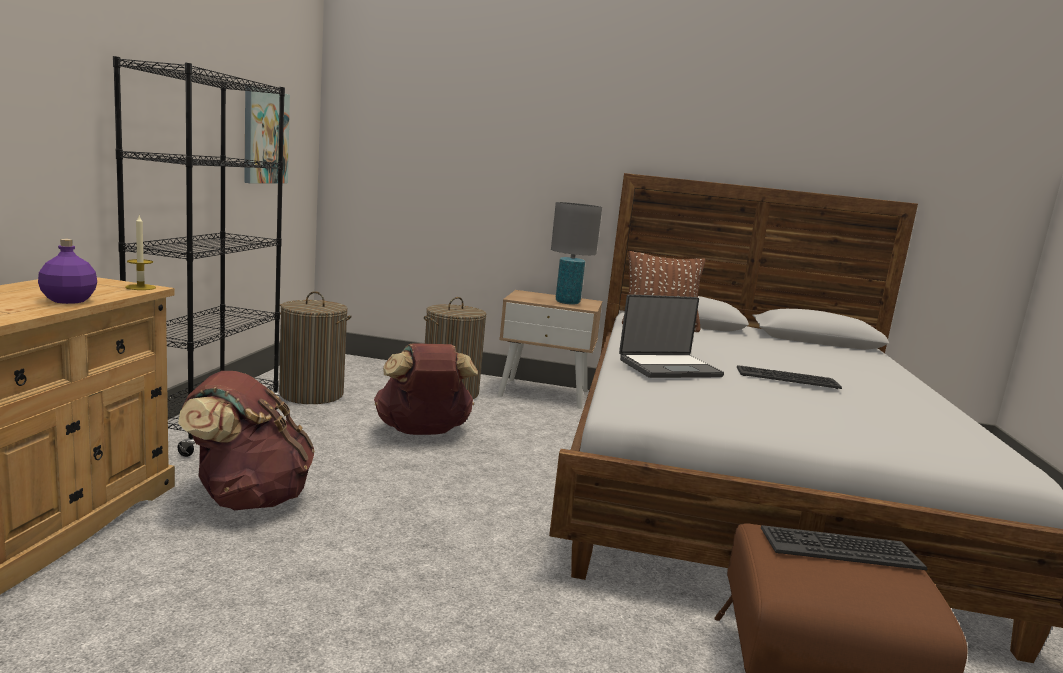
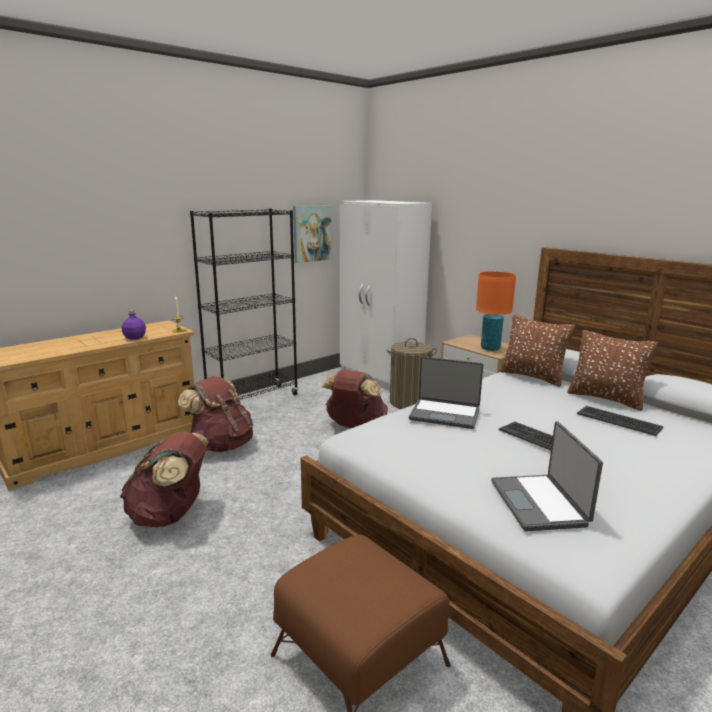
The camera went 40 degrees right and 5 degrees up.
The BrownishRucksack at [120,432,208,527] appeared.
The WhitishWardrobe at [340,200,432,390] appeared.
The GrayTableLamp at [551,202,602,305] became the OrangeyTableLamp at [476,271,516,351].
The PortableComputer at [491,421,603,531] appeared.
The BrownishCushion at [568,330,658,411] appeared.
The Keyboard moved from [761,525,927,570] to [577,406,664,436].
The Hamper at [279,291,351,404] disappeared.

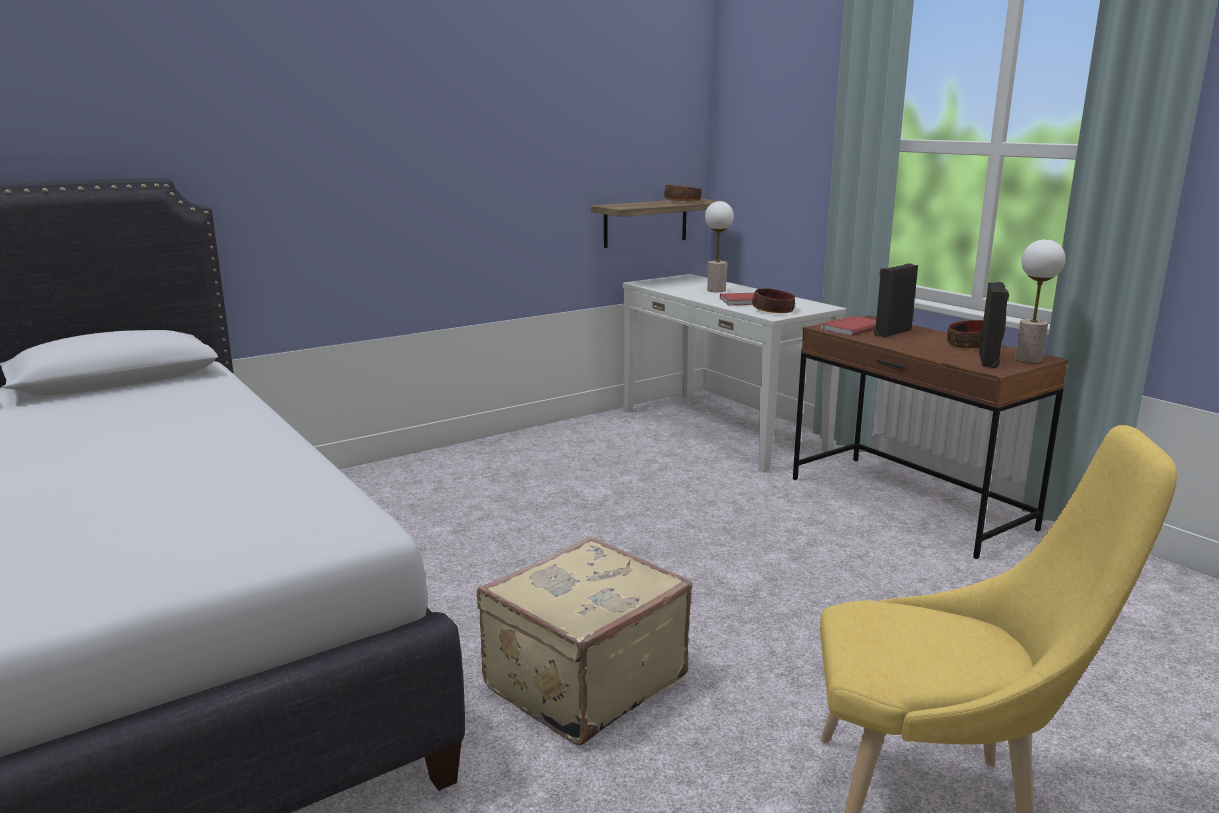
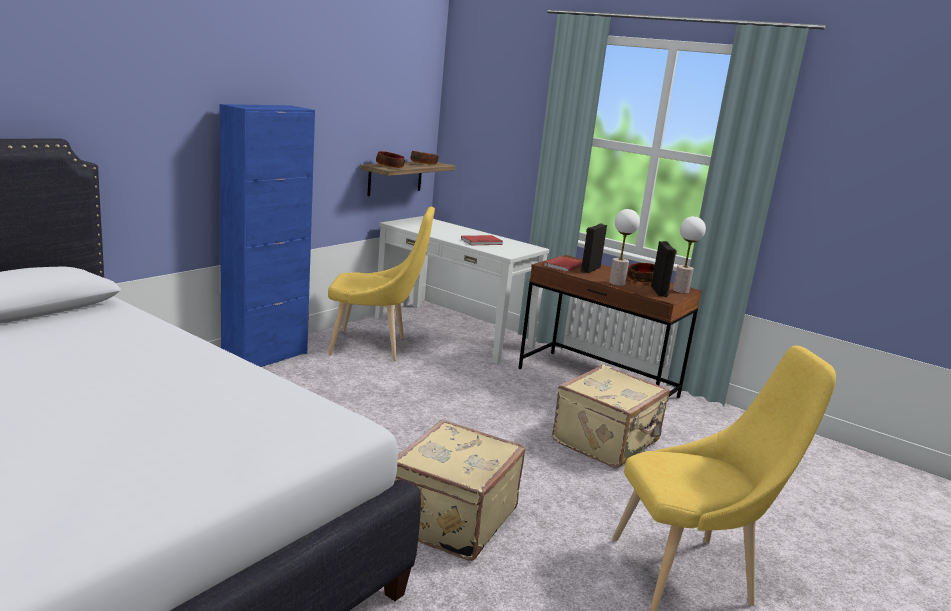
The camera went 20 degrees left and 0 degrees up.
The BluishCabinet at [220,104,315,367] appeared.
The YellowUprightChair at [328,207,435,361] appeared.
The Bowl moved from [752,288,795,313] to [376,151,405,168].
The BeigeColouredPieceOfLuggage at [552,364,669,468] appeared.
The TableLamp moved from [705,201,734,292] to [609,209,640,286].

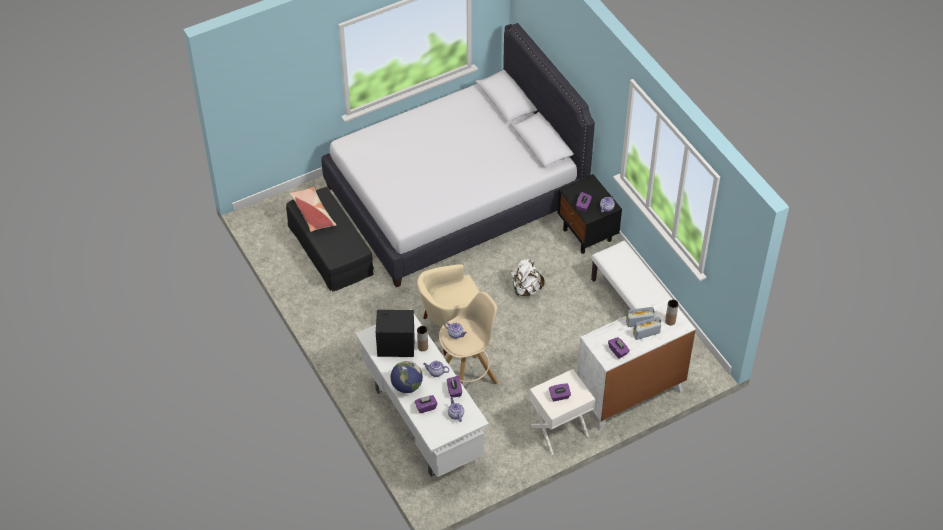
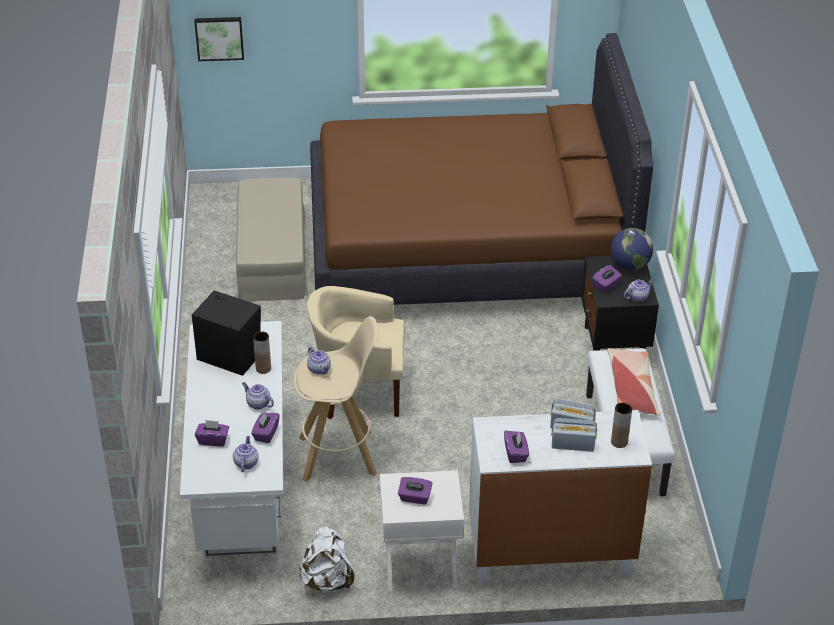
The camera went 25 degrees right and 10 degrees down.
The WallArt at [194,17,244,61] appeared.
The BlackishFootrest at [286,187,375,291] became the BeigeColouredFootrest at [236,178,308,301].
The WhitishRucksack moved from [511,259,545,296] to [299,526,354,593].
The WhitishBed at [322,23,595,287] became the BrownishBed at [310,33,653,305].
The Cushion moved from [290,187,336,232] to [607,348,661,415].
The Globe moved from [391,361,423,393] to [611,228,653,270].

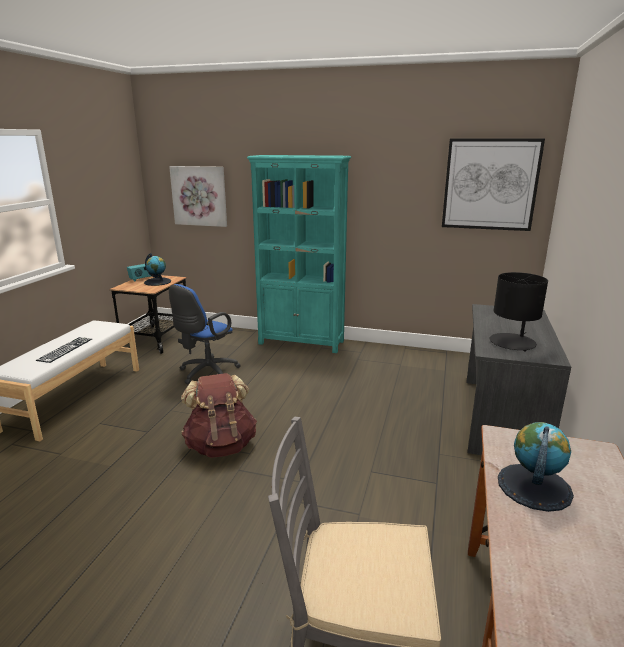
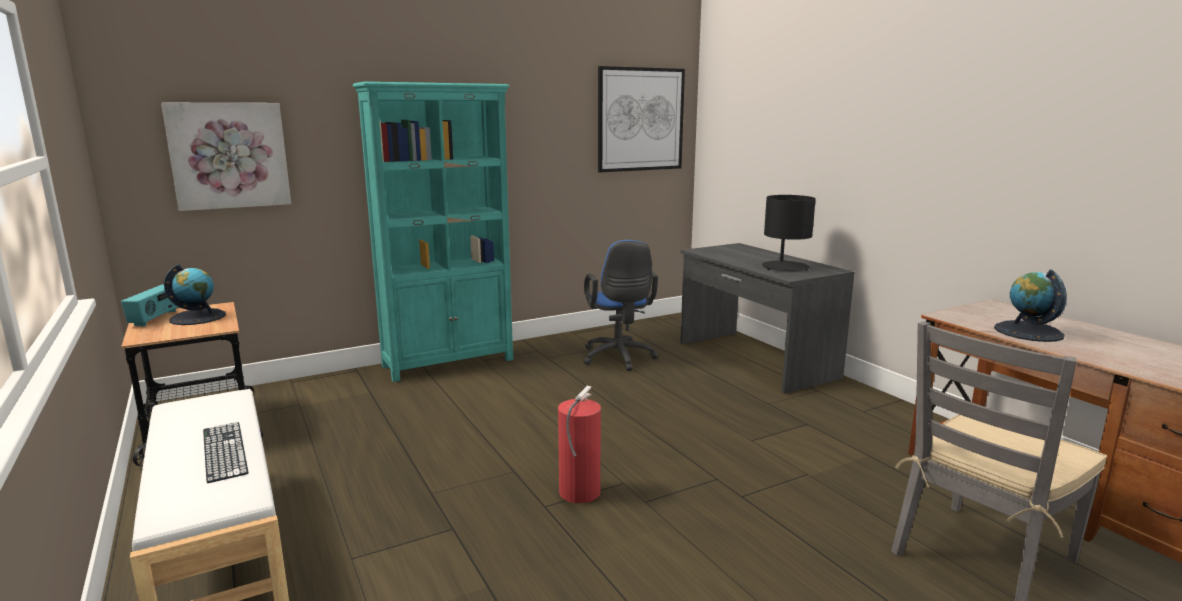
The camera went 45 degrees left and 5 degrees down.
The BrownishRucksack at [181,373,257,458] was replaced by the FireFightingCylinder at [558,386,601,503].
The BluishDeskChair moved from [169,284,241,385] to [583,240,658,371].

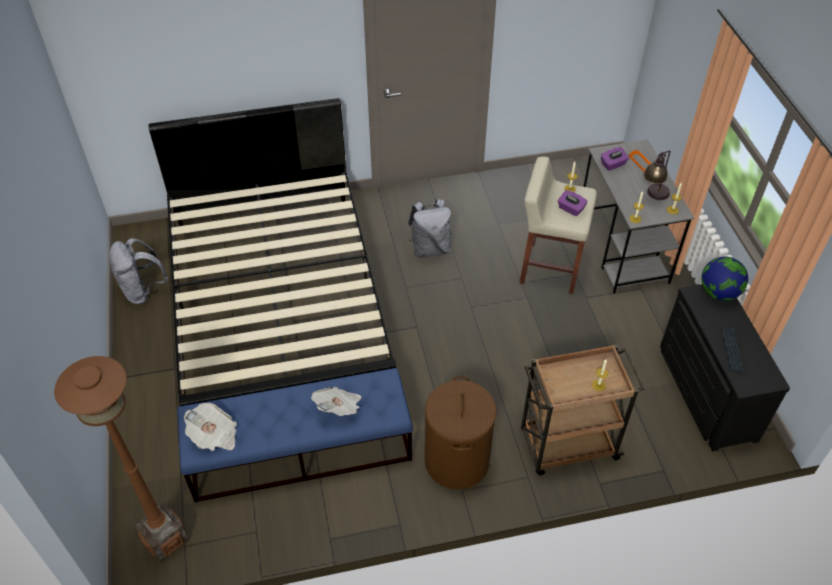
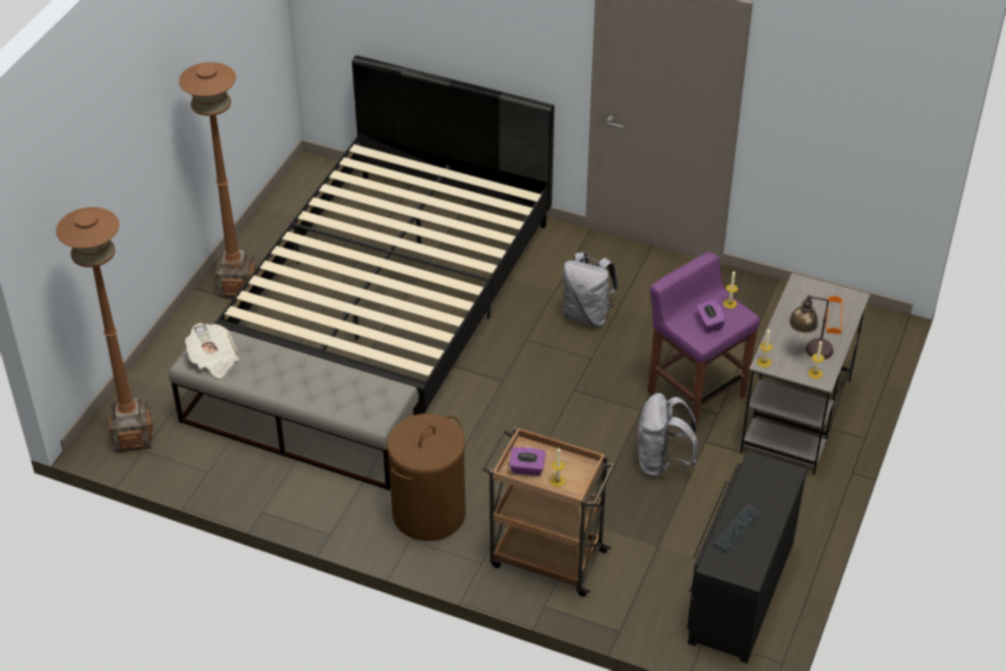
The camera went 35 degrees right and 5 degrees down.
The BluishIndoorBench at [177,368,413,502] became the GrayIndoorBench at [169,323,419,490].
The BrownishFloorLamp at [179,62,255,298] appeared.
The PurpleColouredTissueBox moved from [601,147,629,171] to [509,447,546,476].
The GrayRucksack moved from [109,238,168,304] to [638,393,698,477].
The BeigeColouredStoolSeat at [520,157,597,294] became the PurpleColouredStoolSeat at [648,252,760,426].
The DailyPaper at [311,387,361,416] disappeared.
The Globe at [701,256,748,301] disappeared.

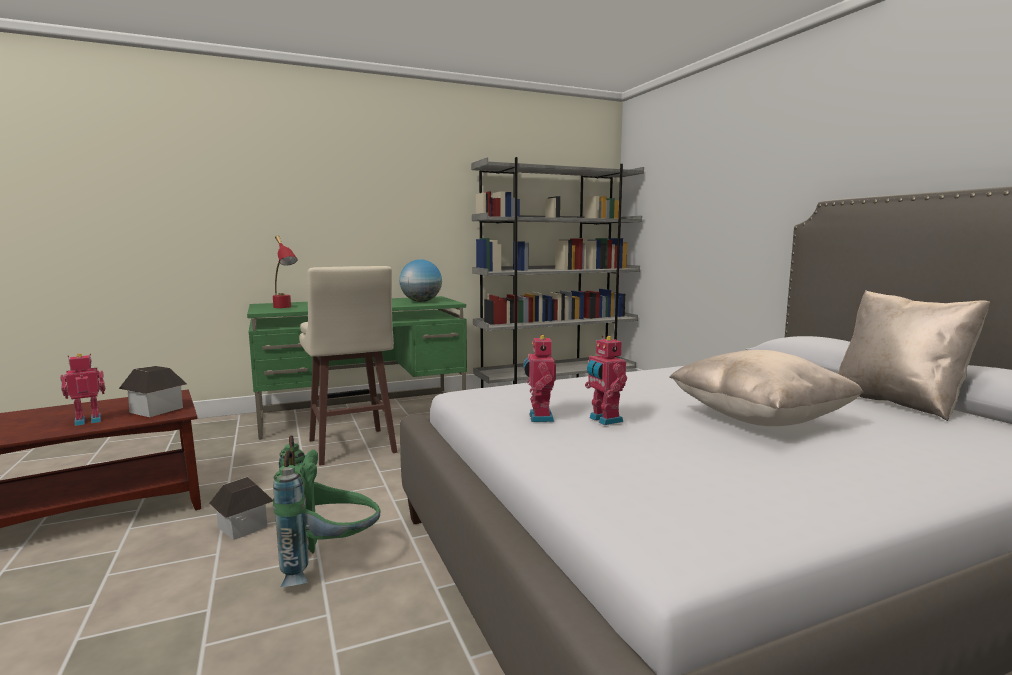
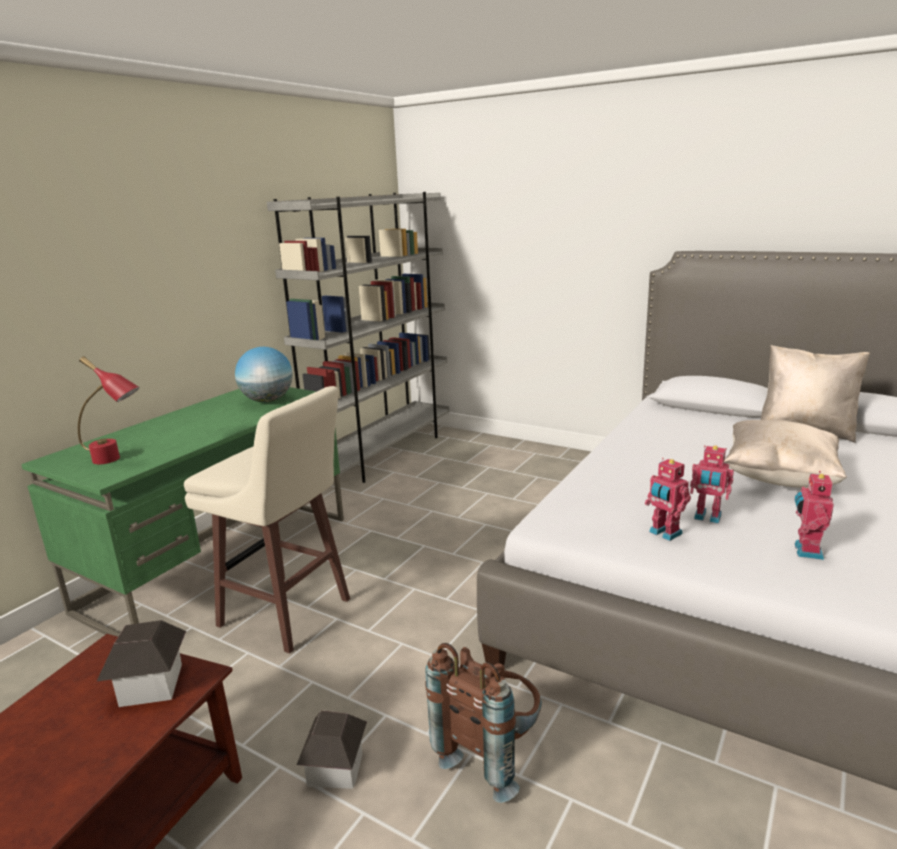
The camera went 35 degrees left and 10 degrees up.
The GreenRucksack at [273,435,381,587] became the BrownishRucksack at [425,643,542,803].
The ModelRobot moved from [60,353,105,426] to [795,471,834,560].

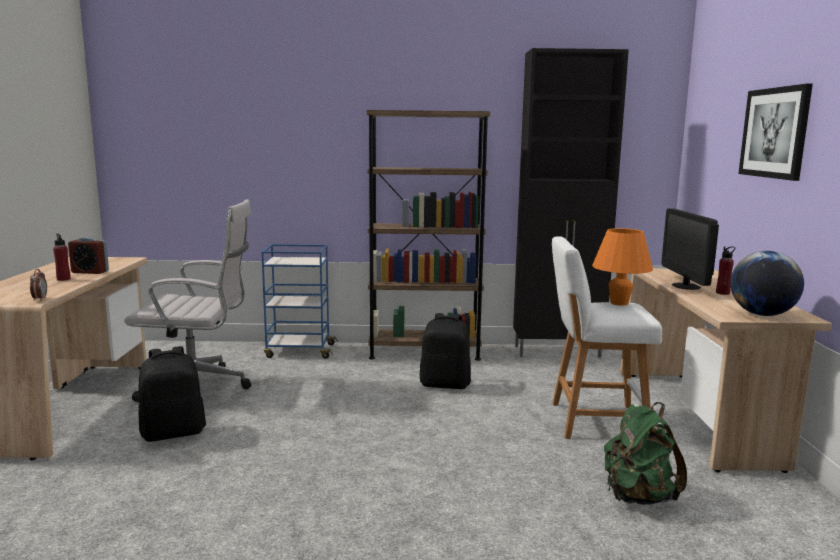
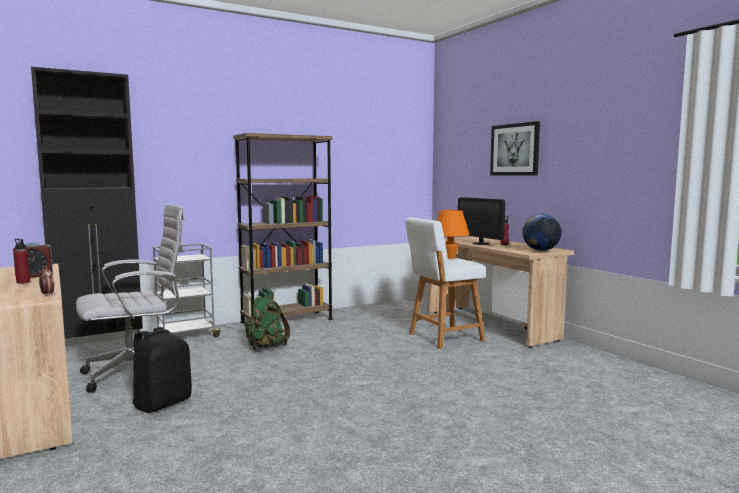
The camera went 30 degrees left and 5 degrees down.
The BlackishCabinet moved from [513,48,629,358] to [31,67,143,339].
The BluishTrolley at [261,244,338,359] became the GrayTrolley at [153,244,222,337].
The GreenRucksack moved from [604,402,687,505] to [245,292,290,350].
The BlackishRucksack at [420,313,471,389] disappeared.

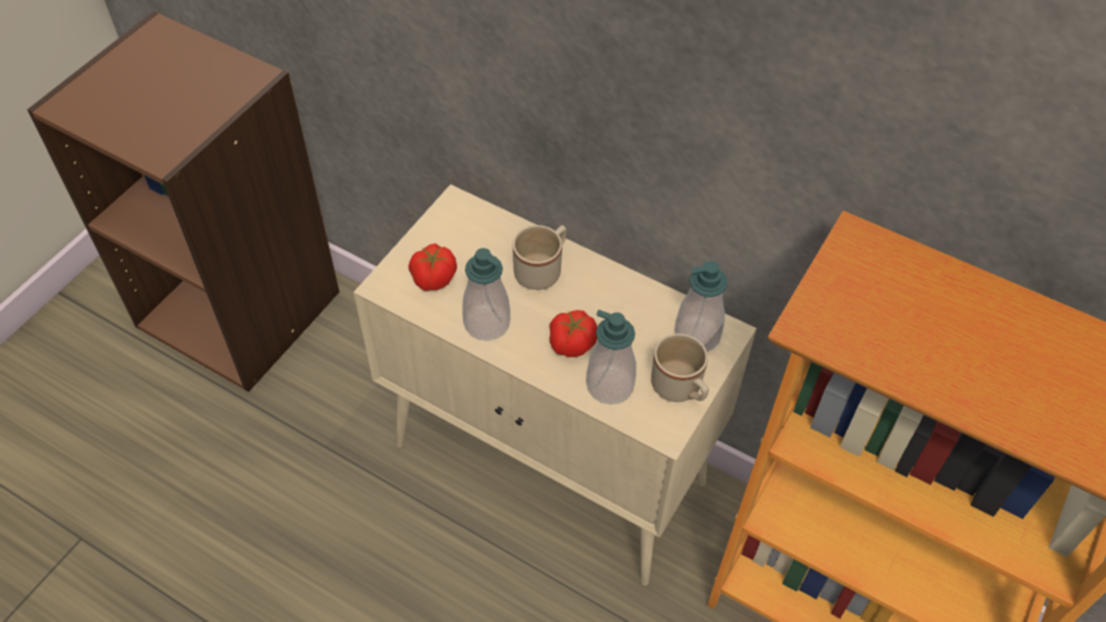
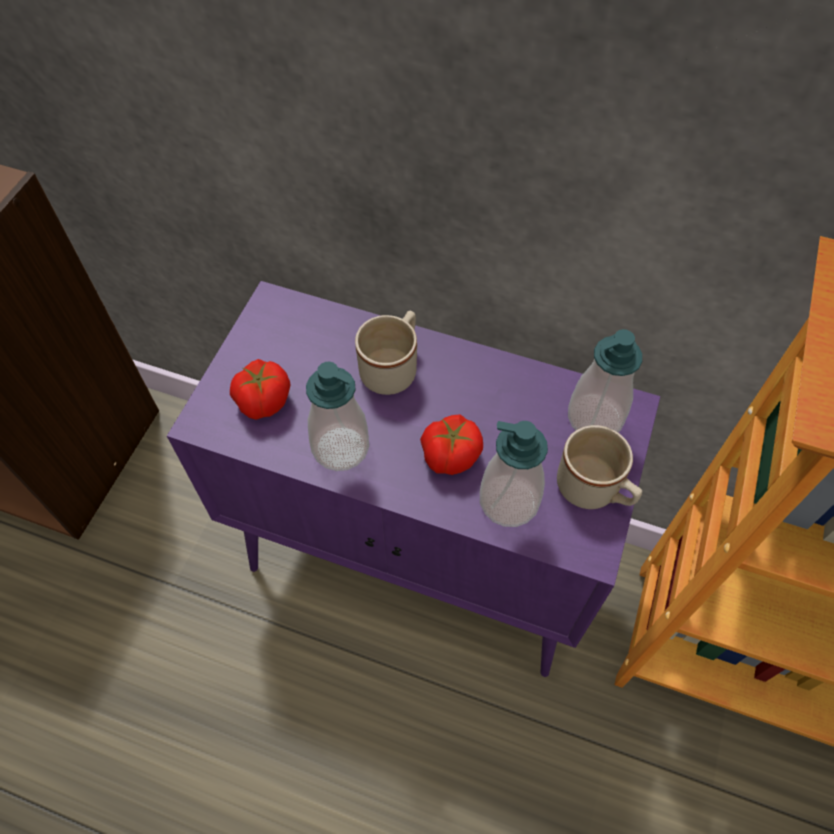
The camera went 10 degrees left and 5 degrees up.
The BeigeColouredCabinet at [354,184,757,586] became the PurpleColouredCabinet at [167,281,660,677].

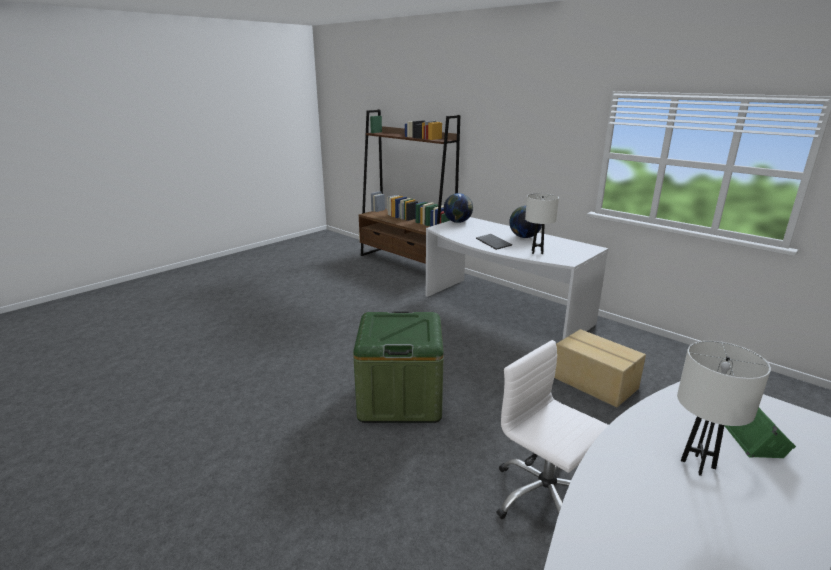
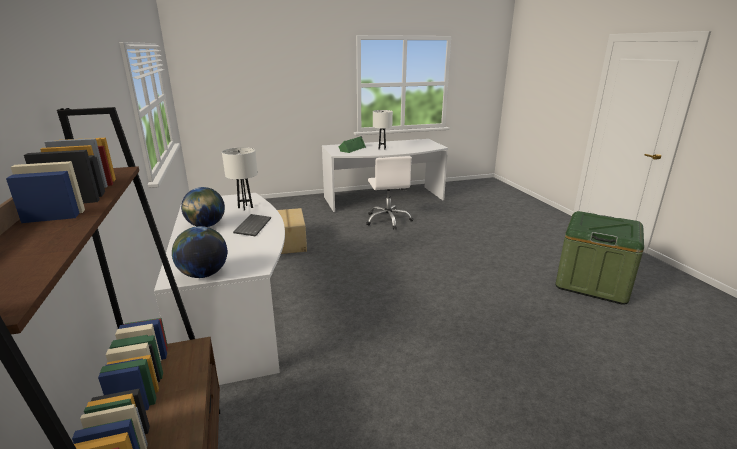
The camera went 150 degrees left and 0 degrees up.
The GreenStorageBin moved from [353,311,444,423] to [555,211,644,305].

